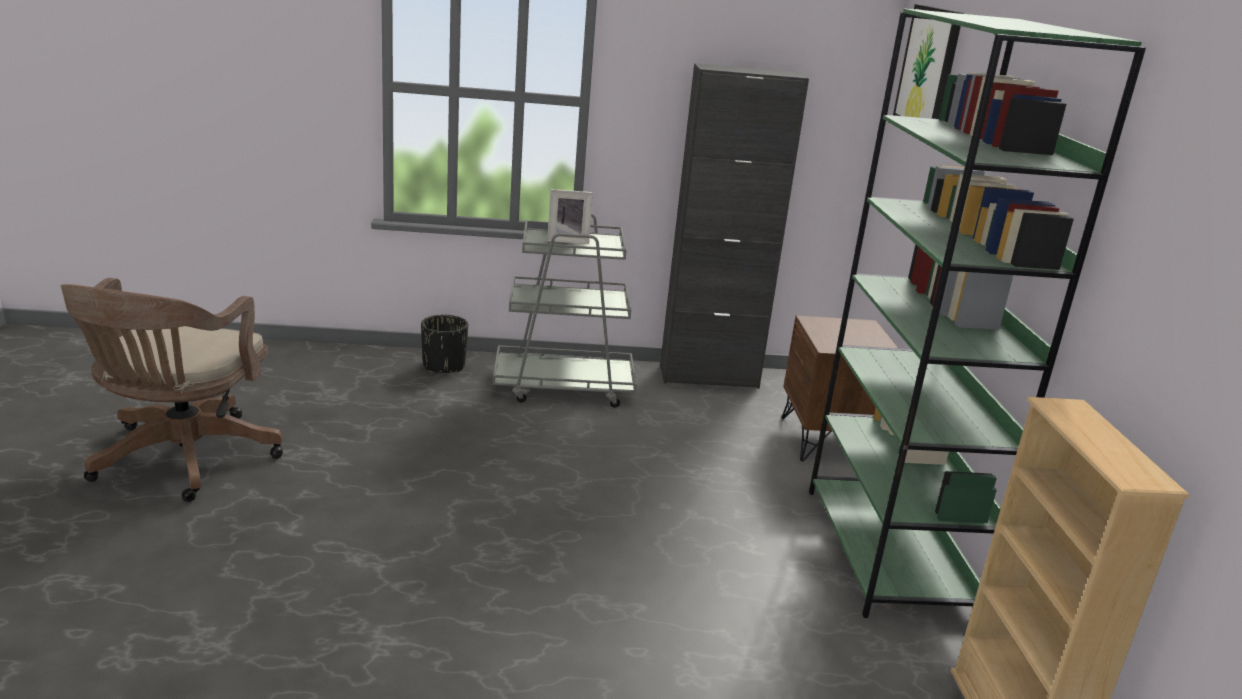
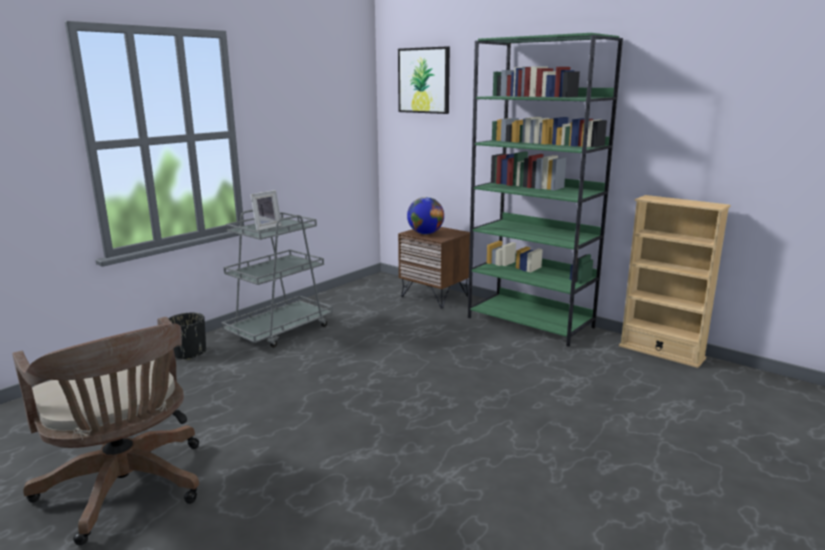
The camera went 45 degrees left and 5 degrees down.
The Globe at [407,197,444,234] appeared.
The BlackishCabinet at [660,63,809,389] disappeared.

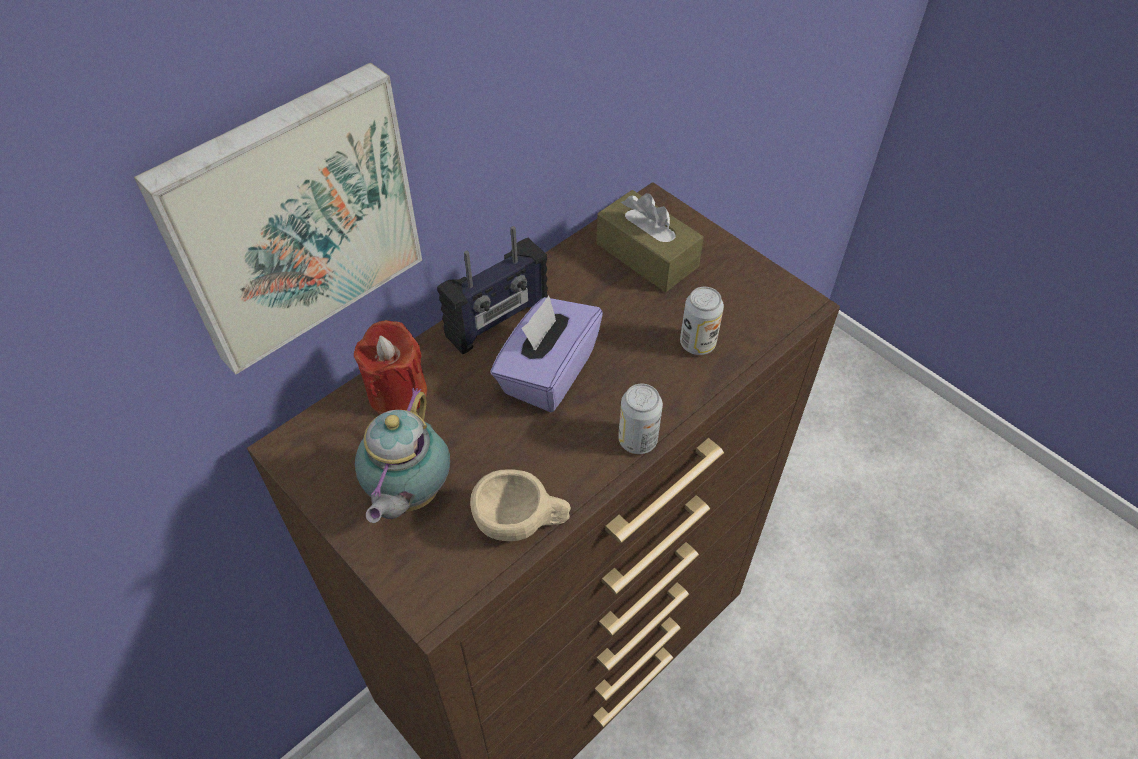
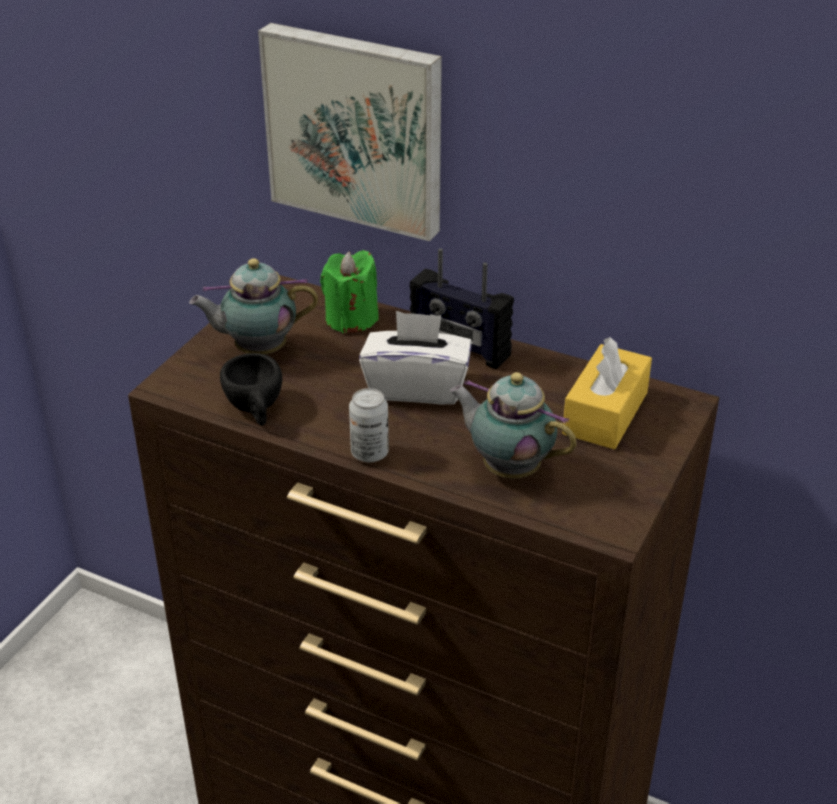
The camera went 70 degrees right and 15 degrees down.
The BeigeColouredSmallCup at [470,469,571,541] became the BlackishSmallCup at [220,353,282,426].
The RedColouredWaxCandle at [354,320,427,414] became the GreenWaxCandle at [320,250,379,334].
The PurpleColouredTissueBox at [490,296,603,412] became the WhitishTissueBox at [359,311,472,404].
The MetalCan at [680,287,724,355] was replaced by the Teapot at [450,372,577,478].
The BrownishTissueBox at [597,190,704,292] became the YellowTissueBox at [562,337,652,449].

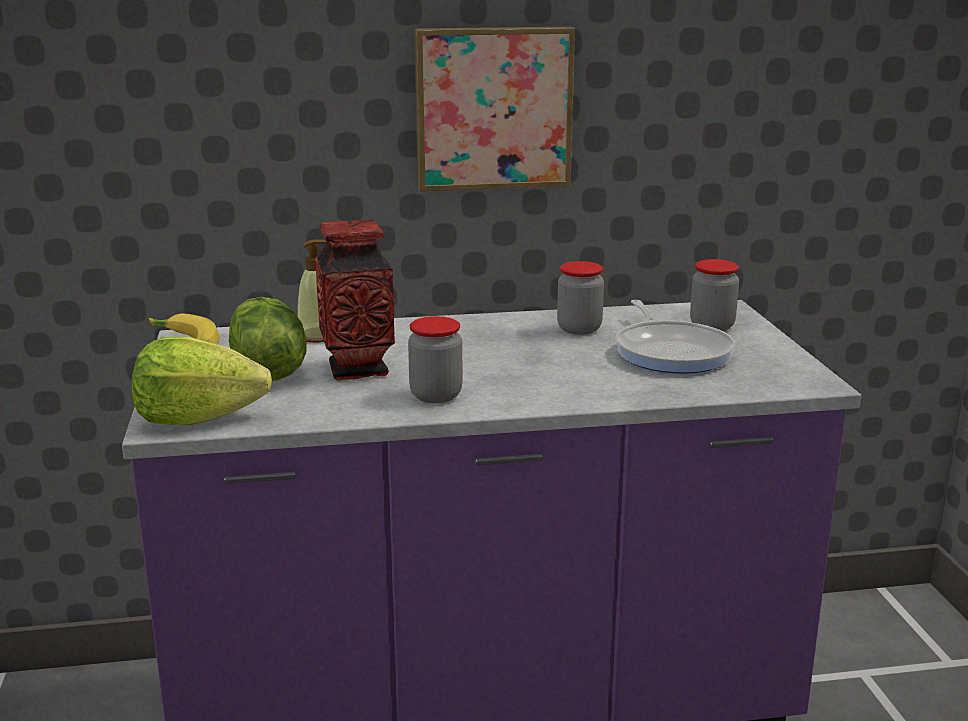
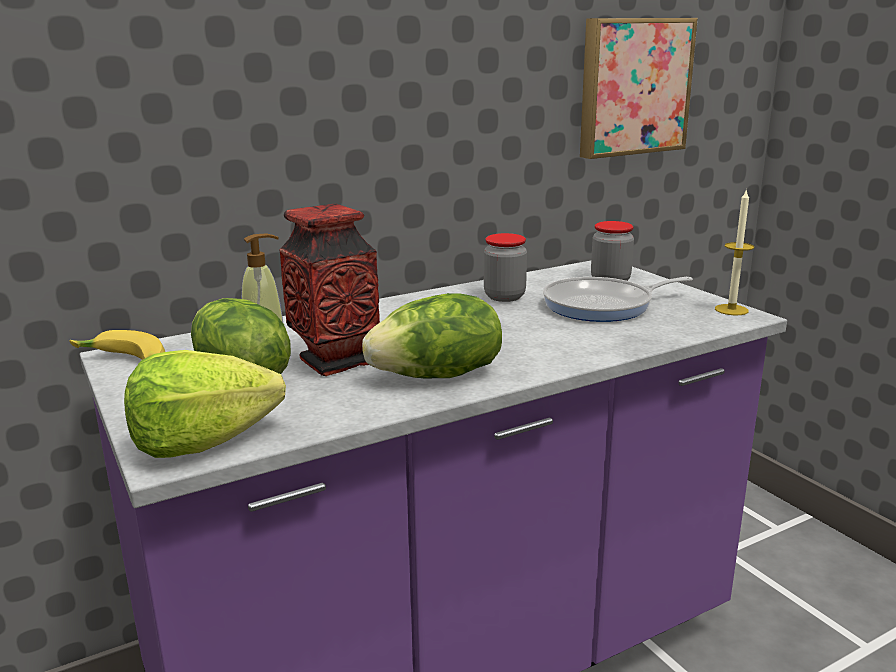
The camera went 20 degrees left and 0 degrees up.
The PreserveJar at [408,316,463,403] was replaced by the LettuceHead at [362,293,502,379].
The Skillet at [616,300,735,374] turned 105 degrees clockwise.
The WallArt moved from [414,27,575,192] to [580,18,698,159].
The WaxCandle at [715,189,754,315] appeared.

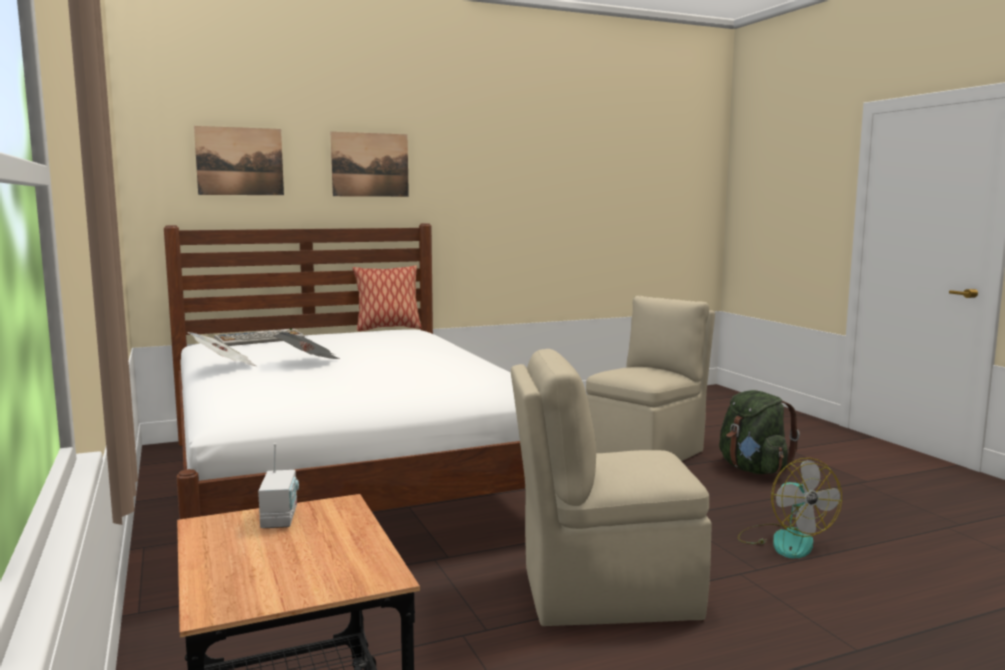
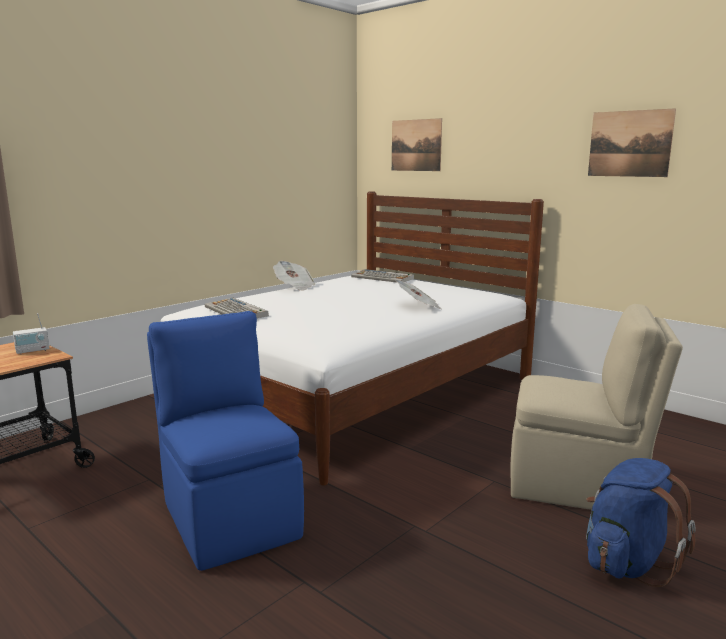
The camera went 65 degrees right and 5 degrees up.
The BeigeColouredUprightChair at [511,349,712,626] became the BluishUprightChair at [147,311,304,571].
The Keyboard at [205,298,269,318] appeared.
The DailyPaper moved from [274,332,340,359] to [394,279,441,309].
The GreenRucksack at [719,390,800,474] became the BluishRucksack at [586,458,696,587].
The WallArt moved from [331,132,409,197] to [588,108,676,177].
The Cushion at [353,265,422,331] disappeared.
The ElectricFan at [738,458,842,559] disappeared.

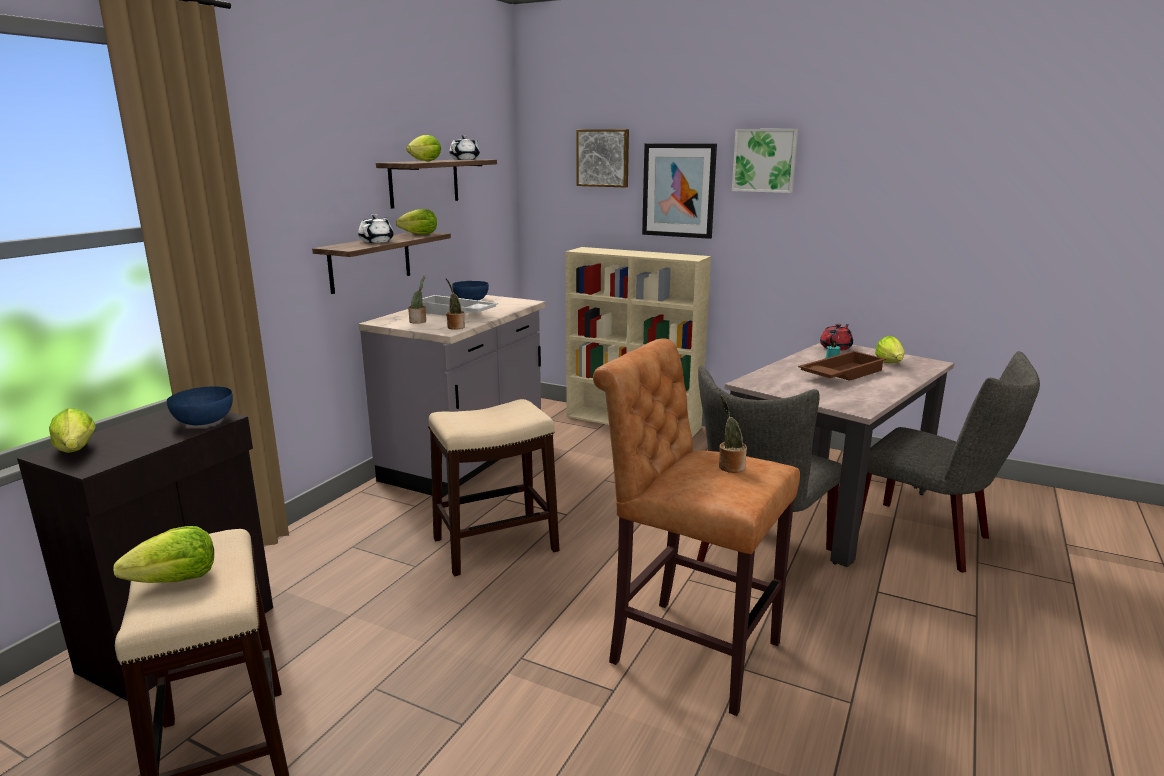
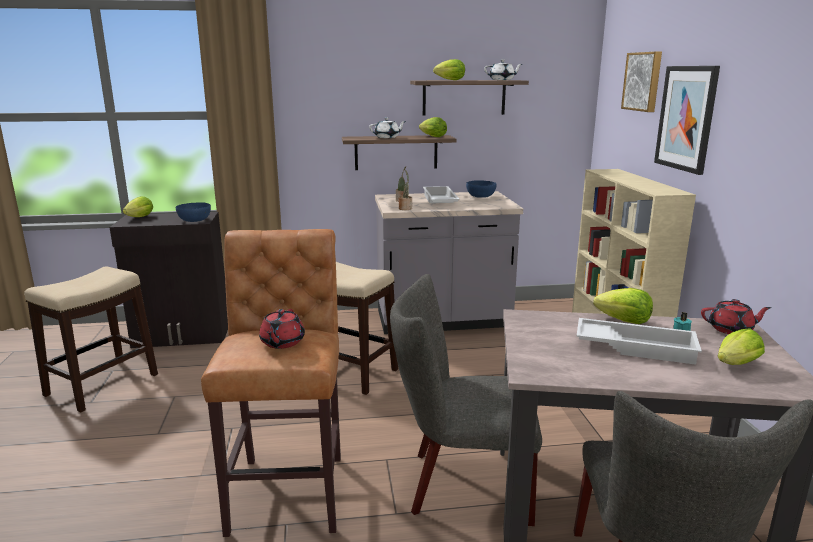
The camera went 55 degrees right and 0 degrees up.
The PottedPlant at [719,396,747,473] was replaced by the RedColouredTeapot at [259,309,305,349].
The BrownishCarryingTray at [798,351,886,381] became the WhitishCarryingTray at [576,318,702,365].
The LettuceHead moved from [113,526,214,583] to [593,288,653,324].
The WallArt at [732,129,798,193] disappeared.

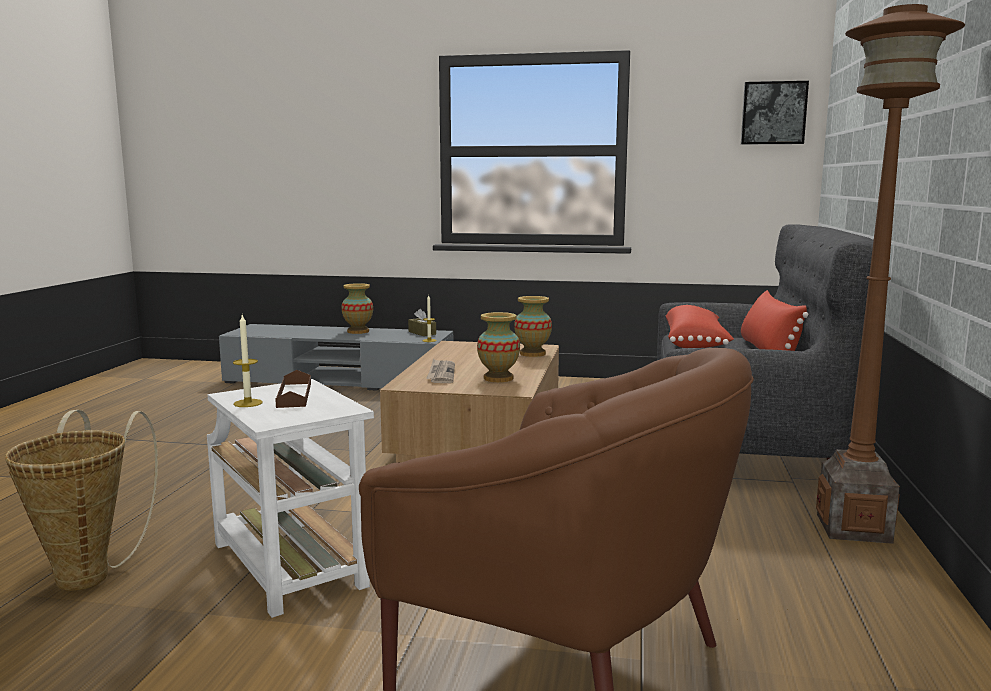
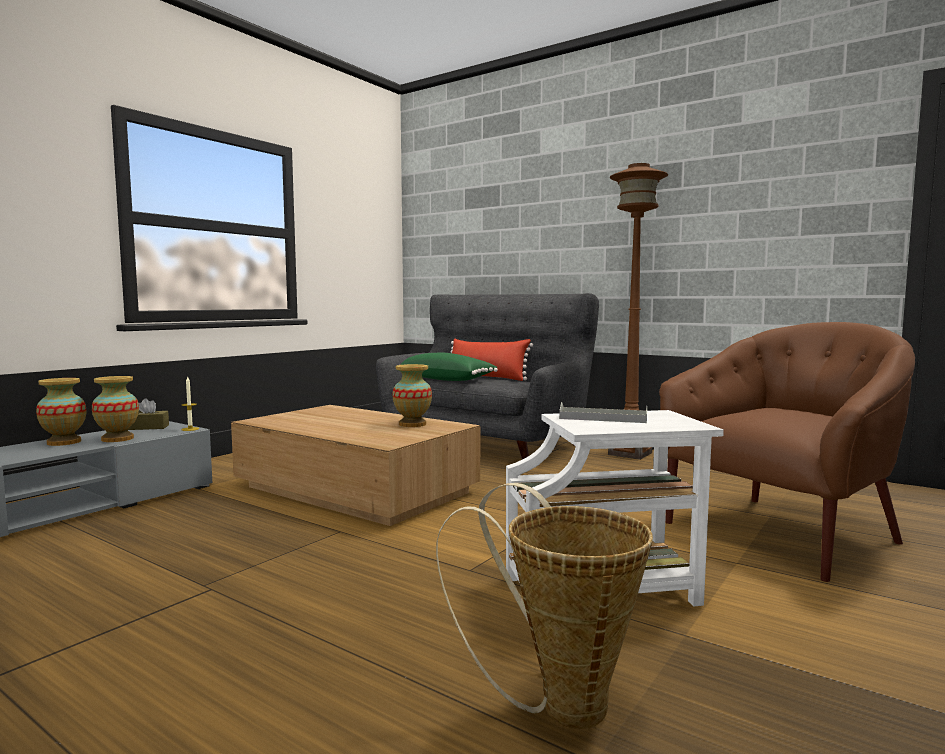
The camera went 65 degrees left and 5 degrees down.
The FlowerVase moved from [514,296,552,357] to [92,376,139,442].
The RedColouredCushion at [666,305,734,348] became the GreenCushion at [400,353,498,381].
The BrownishCarryingTray at [275,370,311,408] became the GrayCarryingTray at [559,402,647,423].
The WaxCandle at [233,315,263,407] disappeared.
The DailyPaper at [426,359,455,383] disappeared.
The WallArt at [741,81,809,145] disappeared.

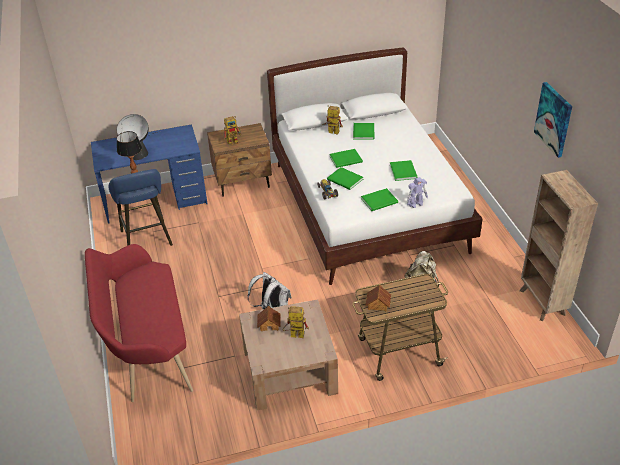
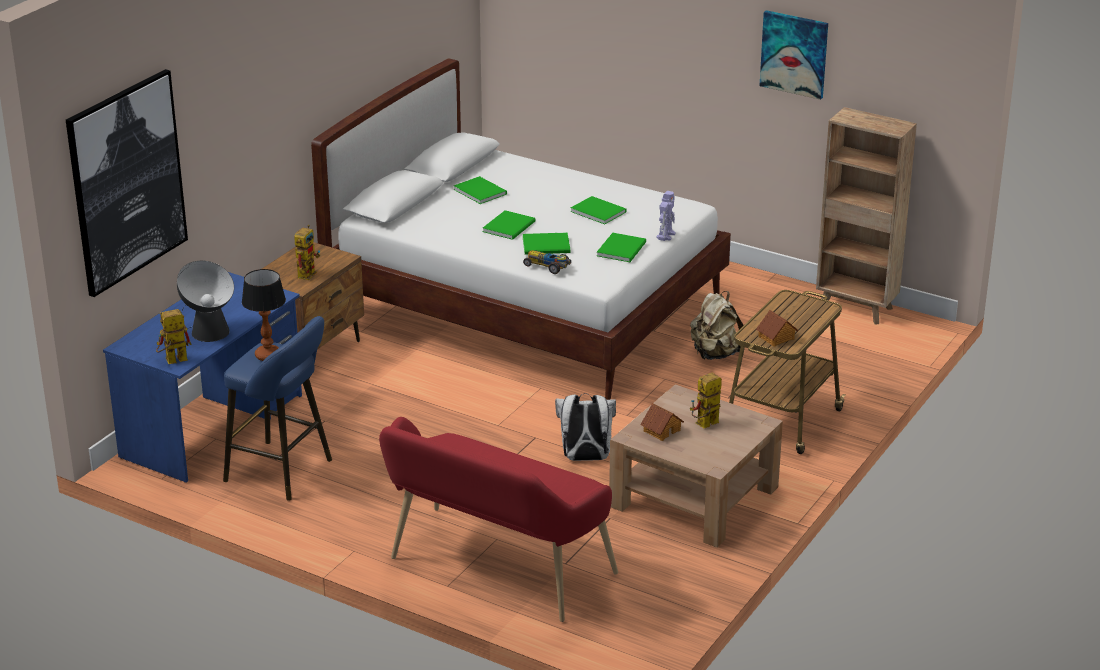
The camera went 45 degrees left and 10 degrees down.
The WallArt at [66,69,188,297] appeared.
The ModelRobot moved from [322,106,343,135] to [156,309,192,364].

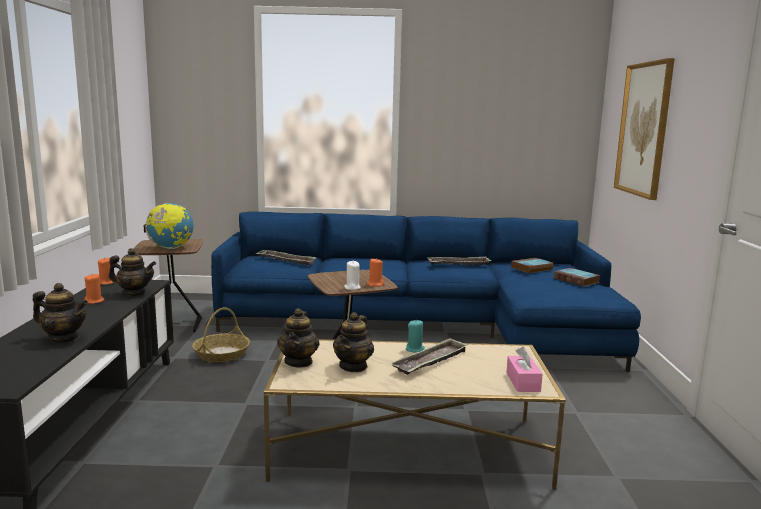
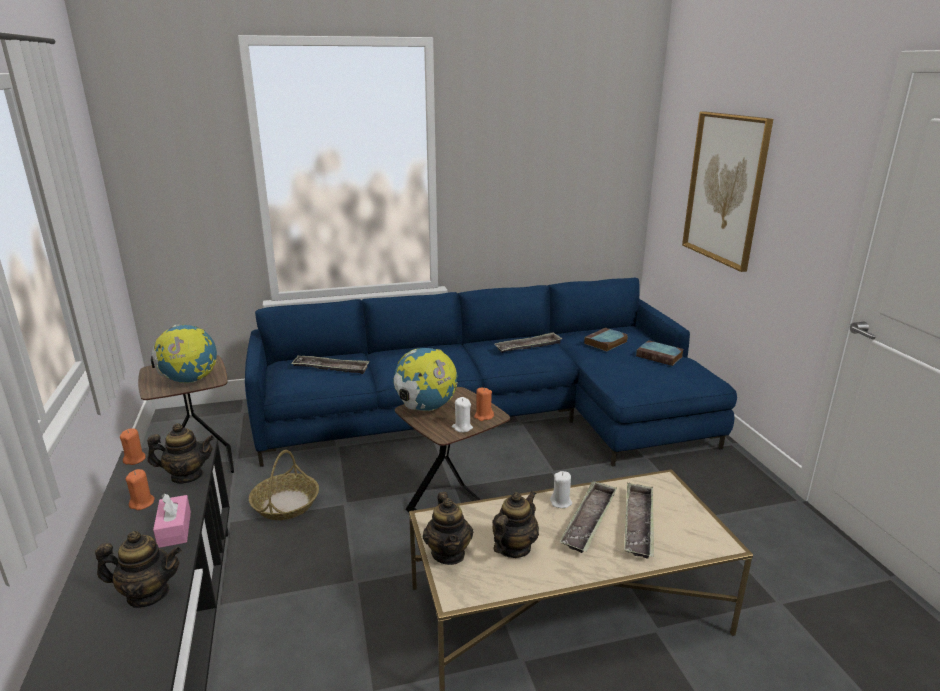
The camera went 15 degrees left and 10 degrees up.
The PinkishTissueBox moved from [506,346,543,392] to [153,494,191,548].
The Globe at [394,348,457,411] appeared.
The Teapot at [333,312,374,372] turned 150 degrees counterclockwise.
The TurquoiseColouredWaxCandle at [406,319,425,352] became the WhitishWaxCandle at [550,471,572,508].
The CarryingTray at [624,483,654,559] appeared.

